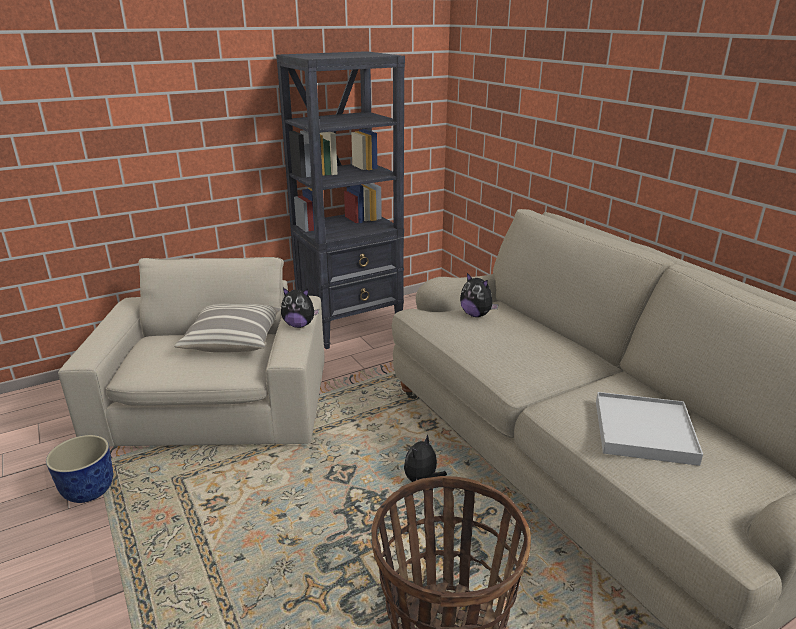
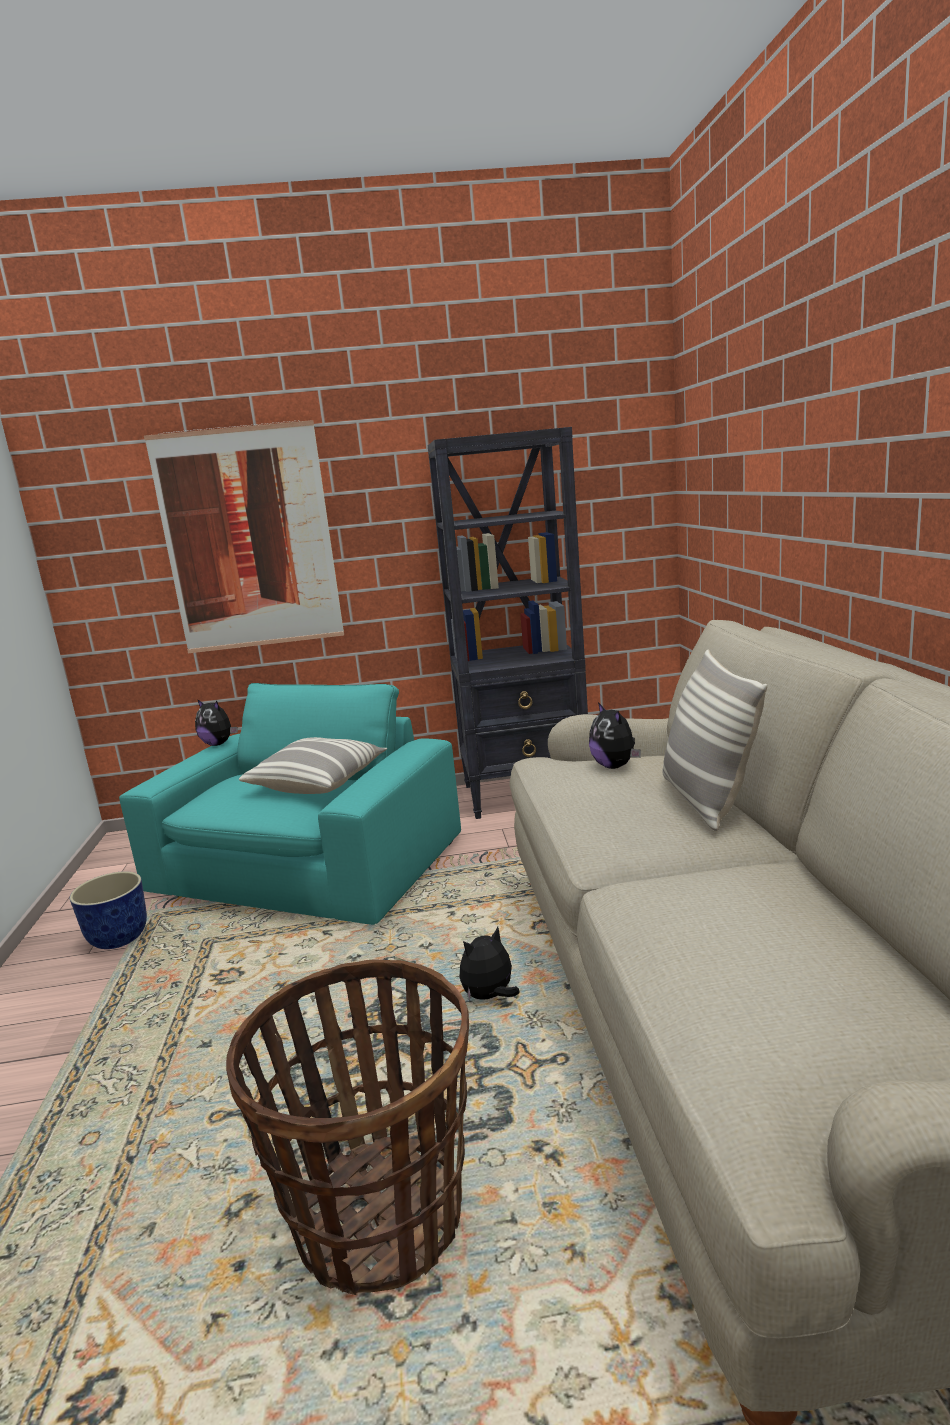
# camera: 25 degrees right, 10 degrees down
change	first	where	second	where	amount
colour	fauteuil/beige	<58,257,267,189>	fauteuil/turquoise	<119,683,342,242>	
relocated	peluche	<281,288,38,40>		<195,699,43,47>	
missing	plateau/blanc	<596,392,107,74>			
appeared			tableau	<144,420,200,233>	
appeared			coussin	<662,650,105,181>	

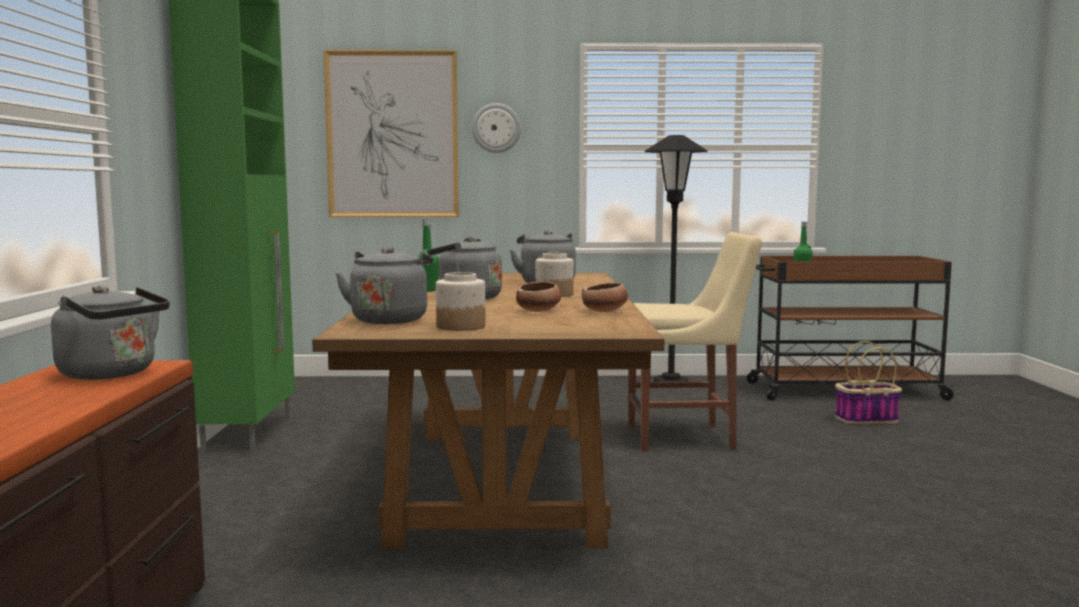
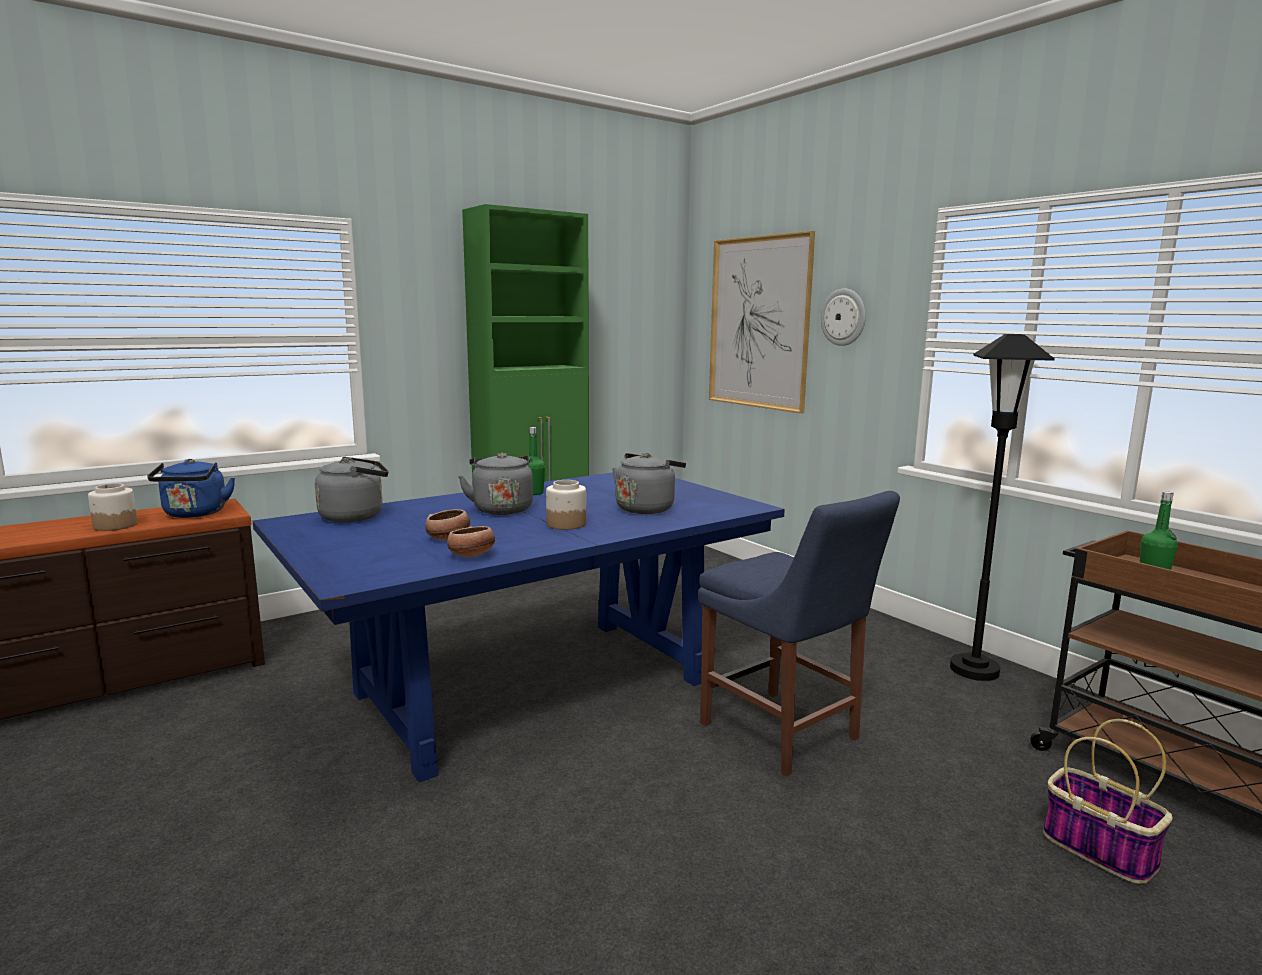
# camera: 55 degrees right, 5 degrees up
change	first	where	second	where	amount
colour	chaise/beige	<628,232,134,219>	chaise/bleu	<698,491,202,285>	
relocated	bocal	<436,272,50,59>		<88,484,49,47>	
colour	table à manger/marron	<312,273,352,276>	table à manger/bleu	<253,473,532,309>	
colour	bouilloire/gris	<51,286,119,94>	bouilloire/bleu	<147,459,88,59>	

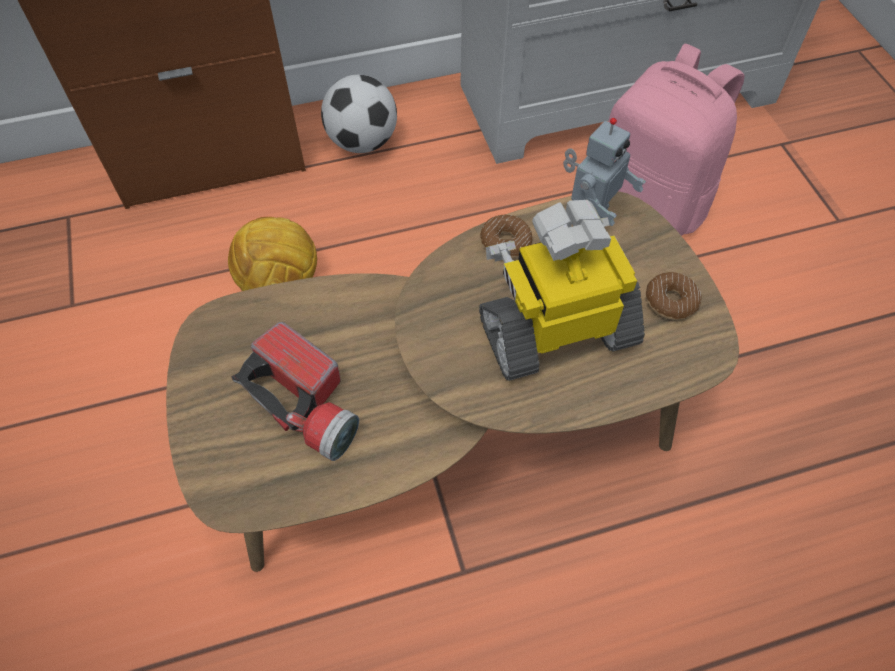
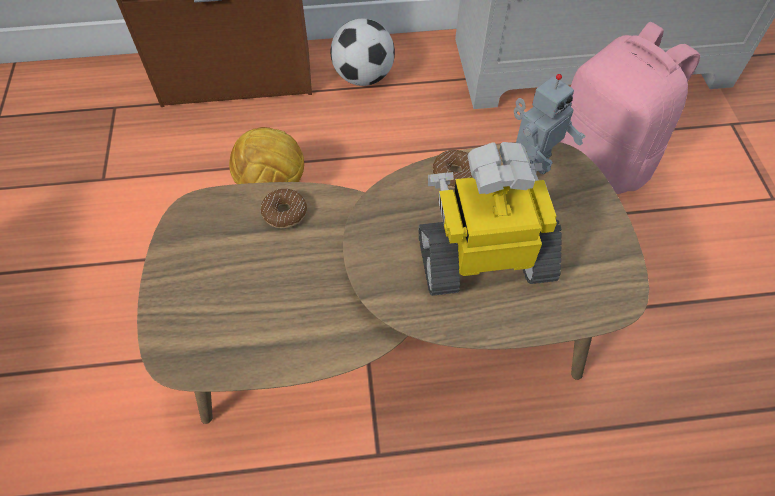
# camera: 10 degrees right, 0 degrees up
change	first	where	second	where	amount
relocated	beignet	<646,272,56,48>		<261,189,46,39>	
missing	lampe de poche	<231,322,128,139>			

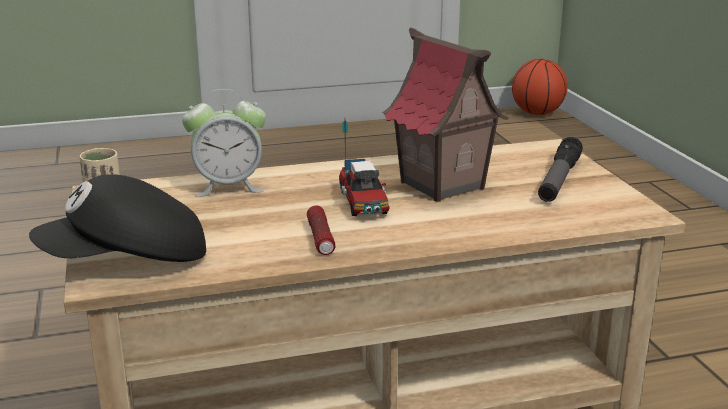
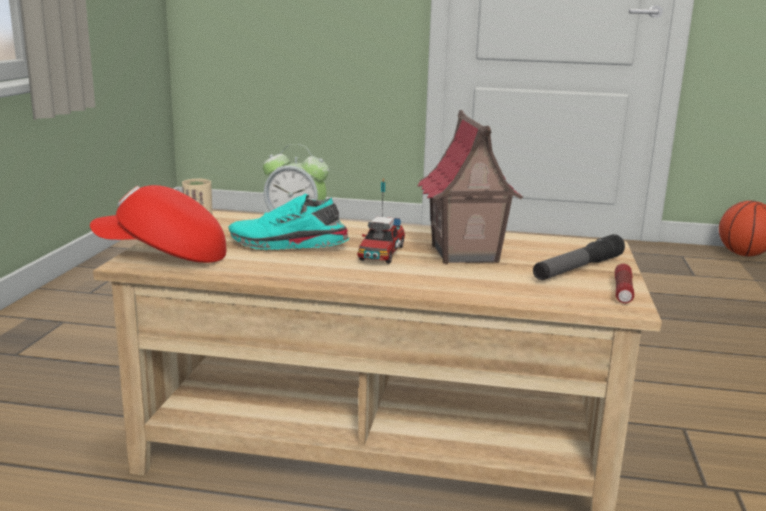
# camera: 25 degrees right, 5 degrees down
change	first	where	second	where	amount
colour	casquette/noir	<29,174,177,88>	casquette/rouge	<90,185,136,78>	
relocated	lampe de poche	<307,205,29,50>		<615,264,19,39>	
appeared			chaussure/turquoise	<228,193,121,57>	

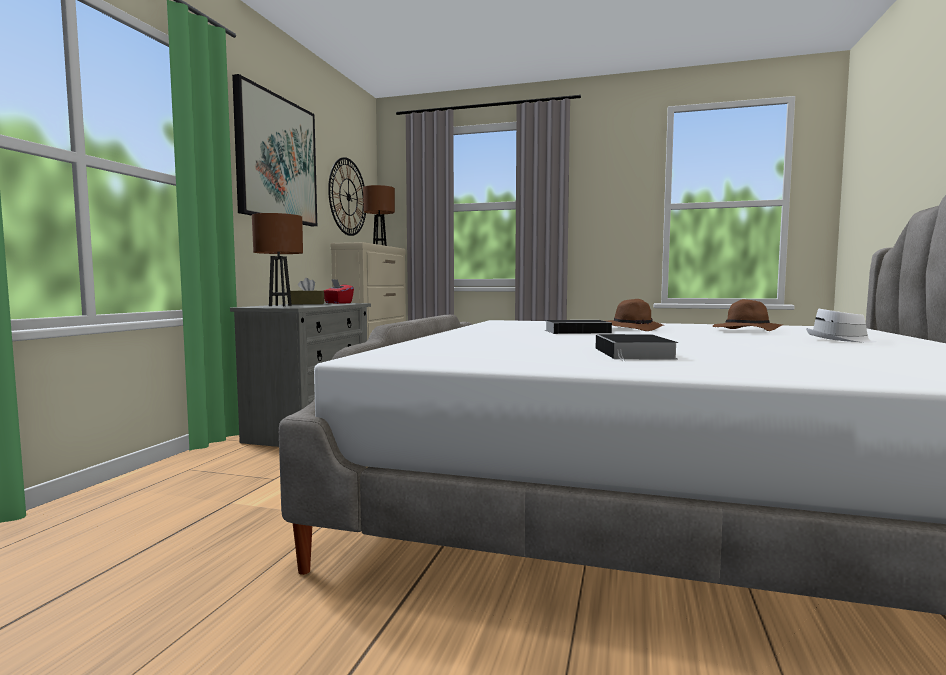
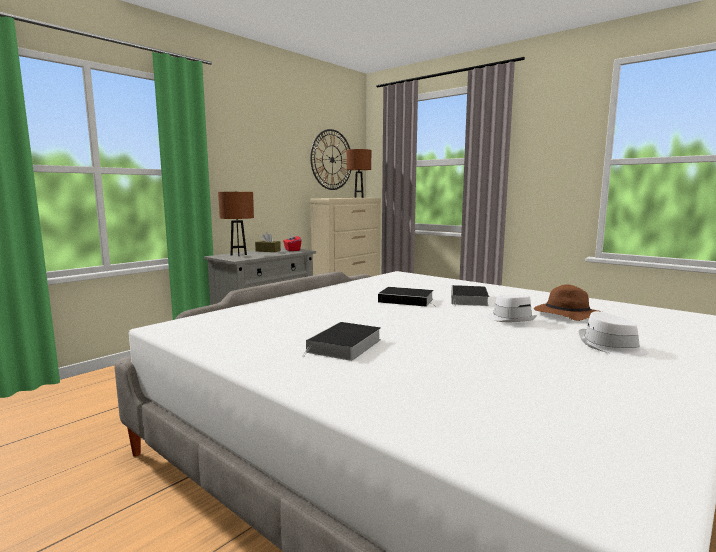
# camera: 25 degrees right, 5 degrees up
change	first	where	second	where	amount
missing	tableau	<232,74,85,152>			
exchanged	chapeau/marron	<607,299,58,32>	livre	<451,285,38,22>	
appeared			chapeau/blanc	<487,295,50,27>	

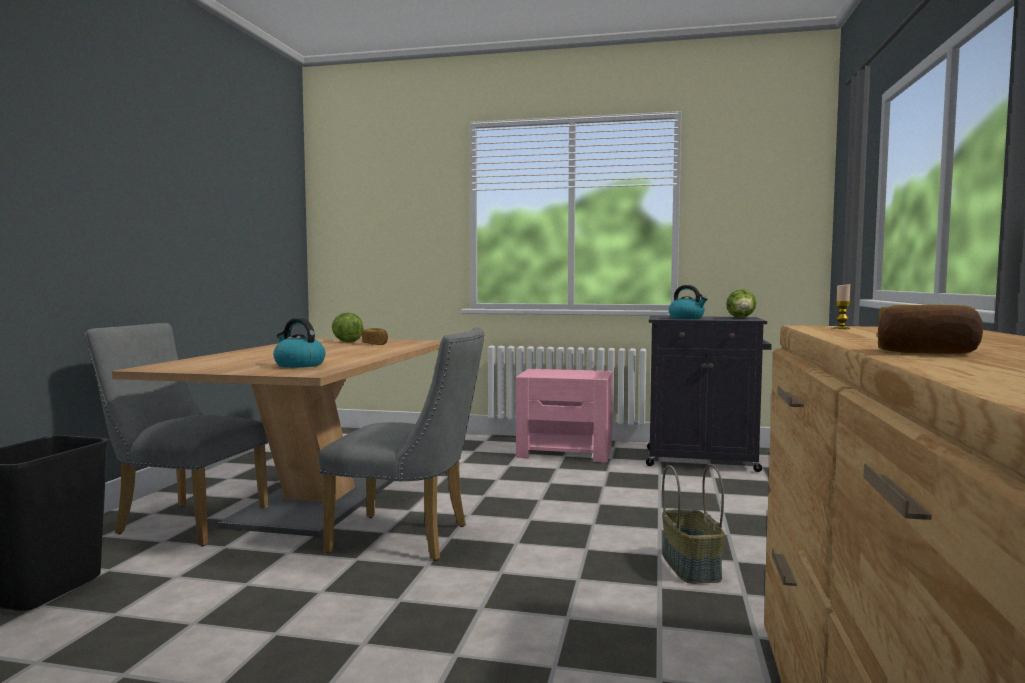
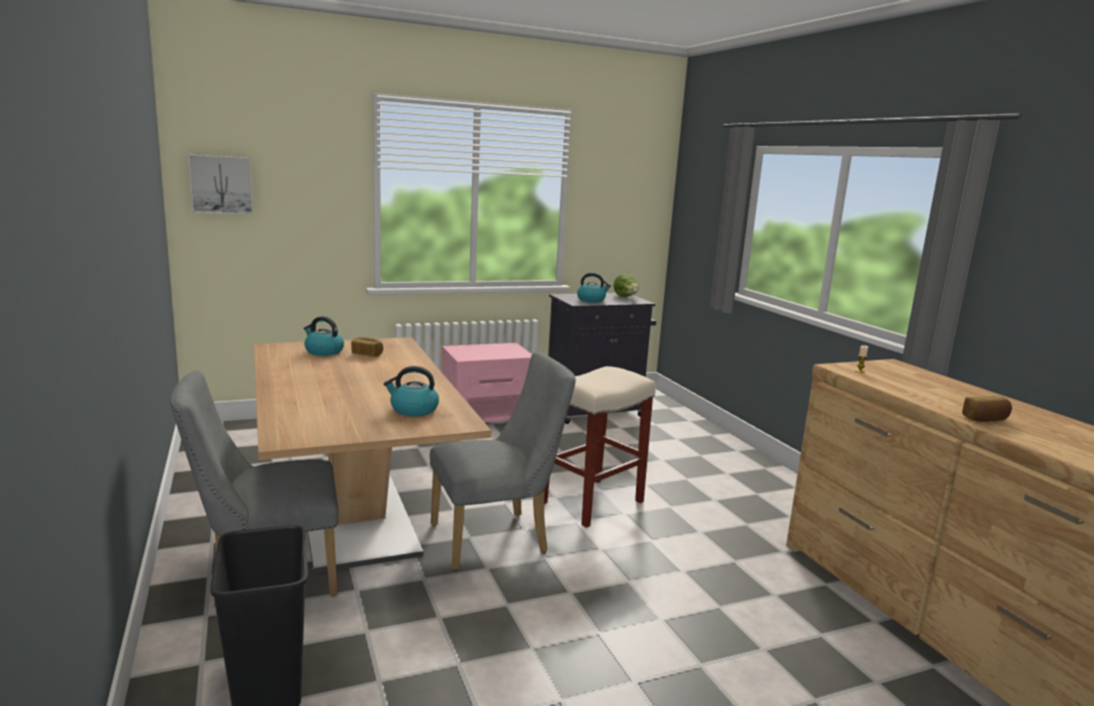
# camera: 35 degrees left, 10 degrees up
change	first	where	second	where	amount
exchanged	laitue	<332,312,31,31>	bouilloire	<304,316,40,40>	
missing	panier	<662,464,63,120>			
appeared			tableau	<188,155,65,59>	
appeared			tabouret/beige	<544,366,112,162>	

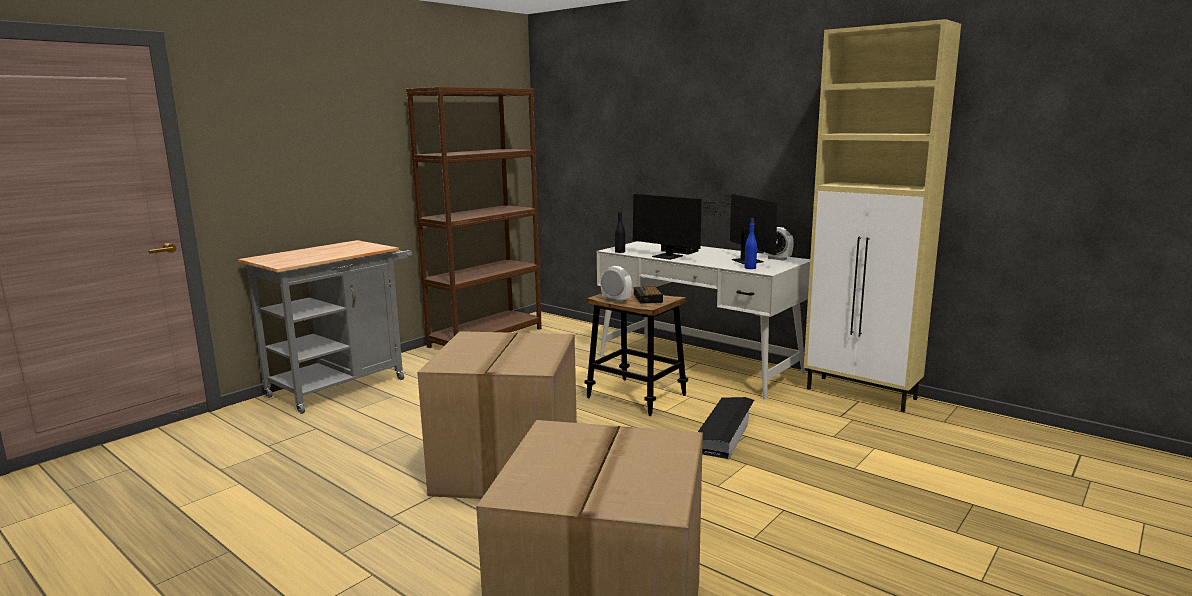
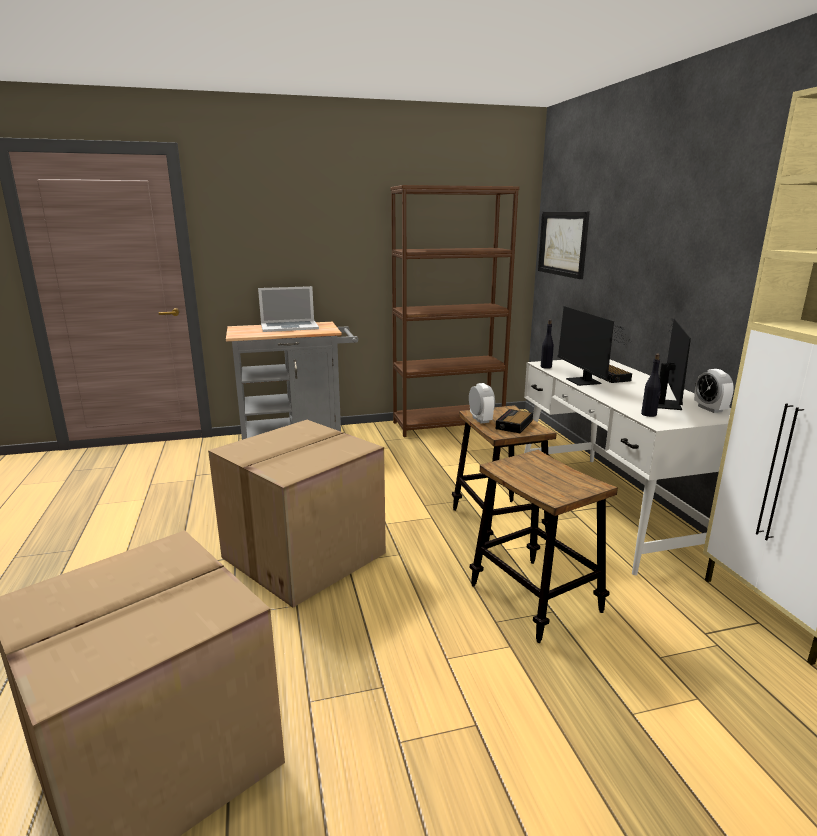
# camera: 35 degrees right, 5 degrees up
change	first	where	second	where	amount
colour	bouteille/bleu	<745,218,12,51>	bouteille/noir	<641,353,20,64>	
exchanged	boîte de rangement/noir	<698,397,56,62>	tabouret	<469,450,149,193>	
appeared			tableau	<538,211,52,68>	
appeared			ordinateur portable	<258,286,61,46>	

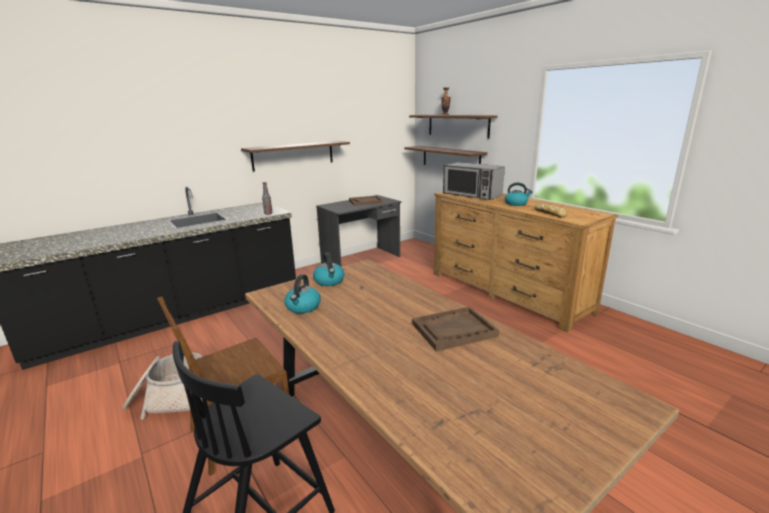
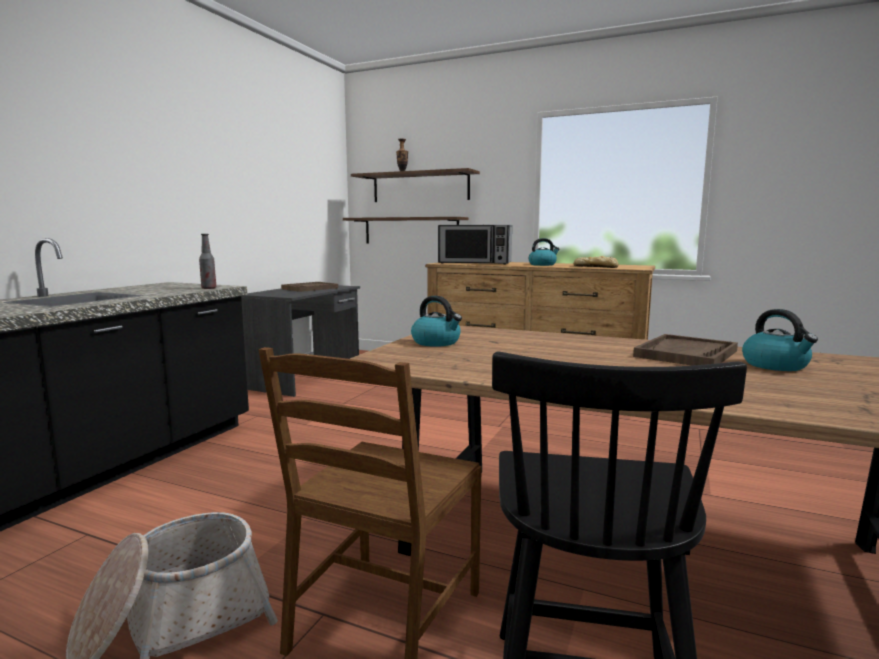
# camera: 30 degrees left, 10 degrees down
change	first	where	second	where	amount
missing	étagère	<241,141,109,30>			
relocated	bouilloire	<284,274,37,40>		<742,309,76,62>	

